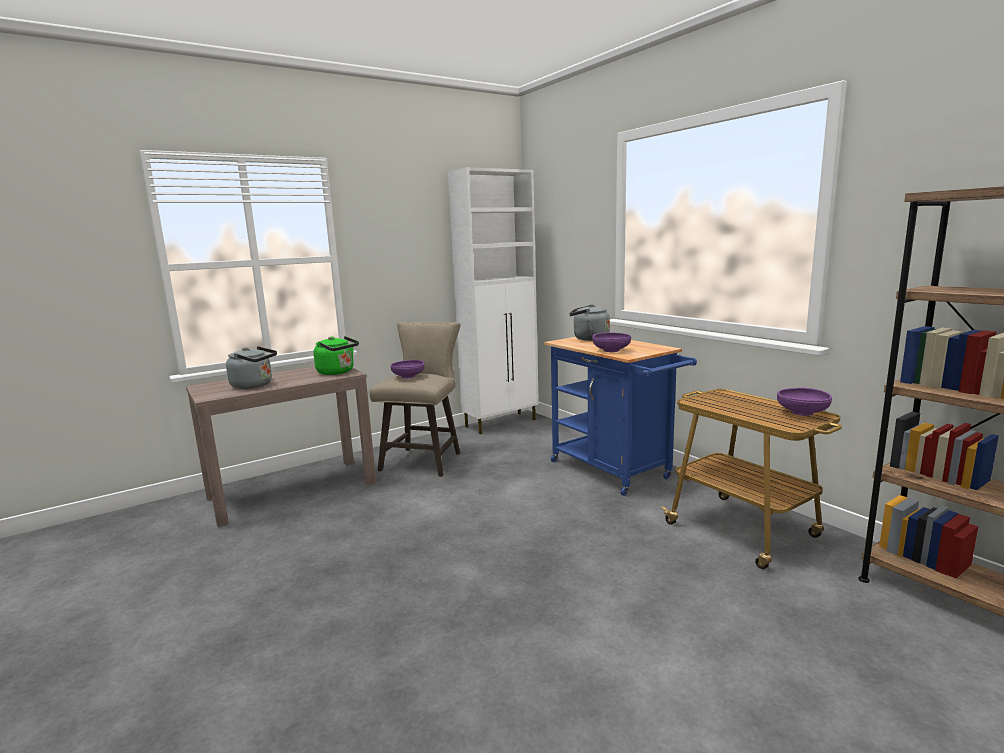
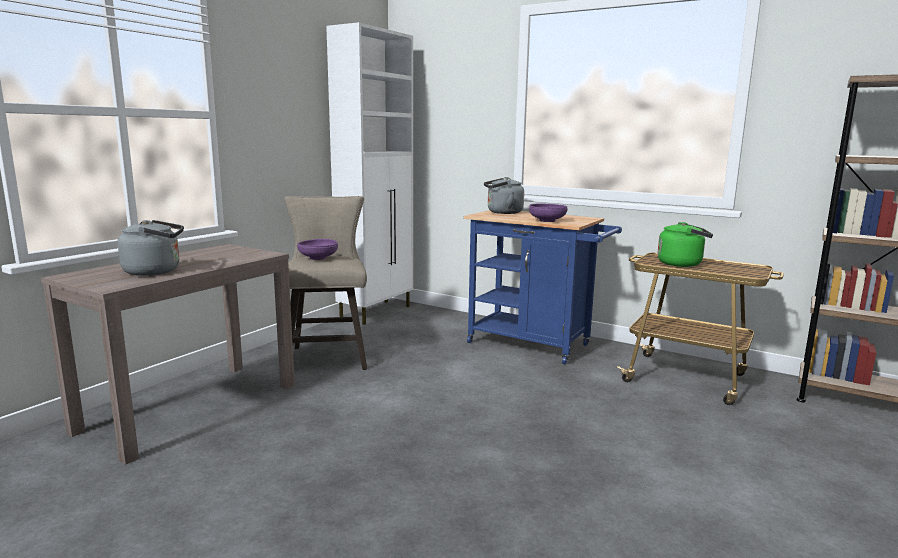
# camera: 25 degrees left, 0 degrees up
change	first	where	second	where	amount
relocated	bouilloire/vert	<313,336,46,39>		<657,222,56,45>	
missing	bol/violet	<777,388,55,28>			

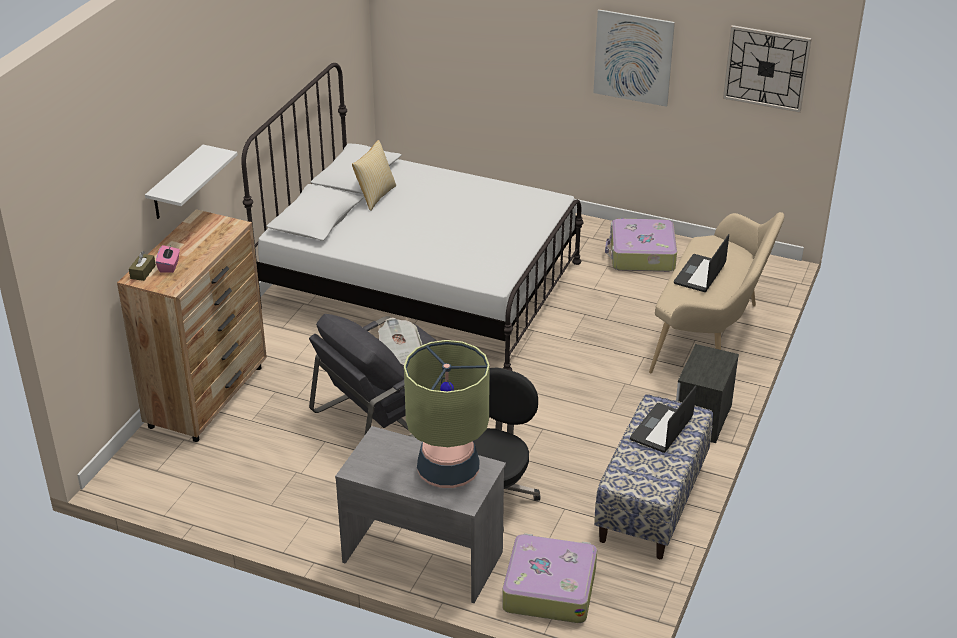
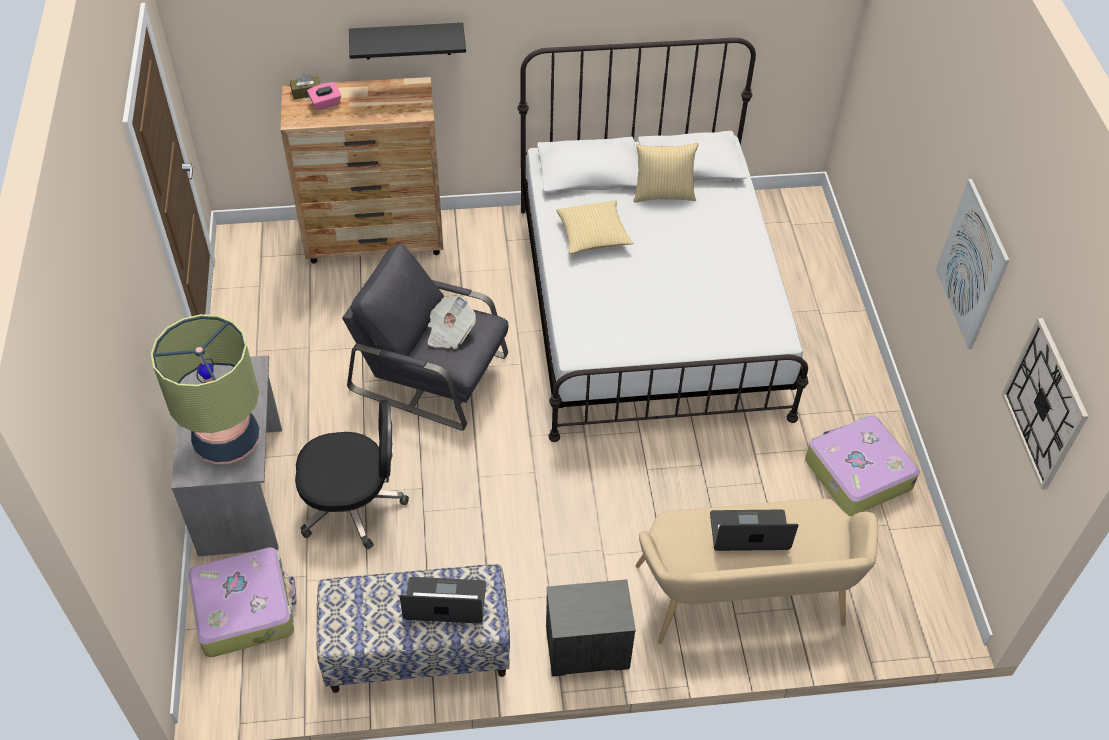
# camera: 60 degrees right, 15 degrees up
change	first	where	second	where	amount
colour	étagère/blanc	<145,145,93,74>	étagère/noir	<349,23,117,36>	
appeared			coussin	<556,200,77,54>	

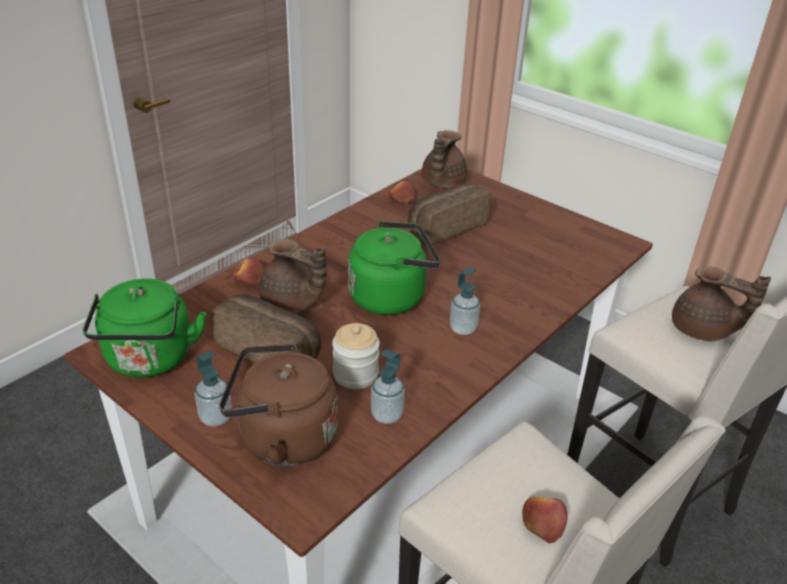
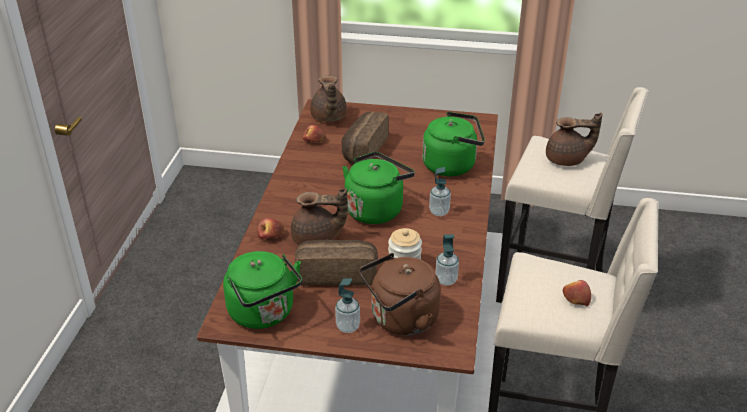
# camera: 30 degrees left, 0 degrees up
change	first	where	second	where	amount
appeared			bouilloire/vert	<422,112,63,64>	

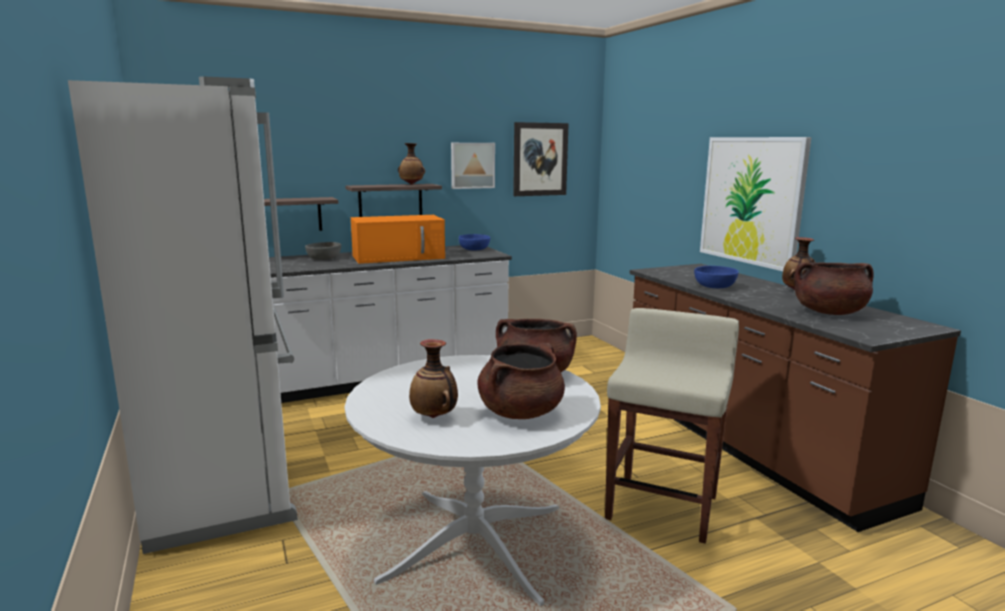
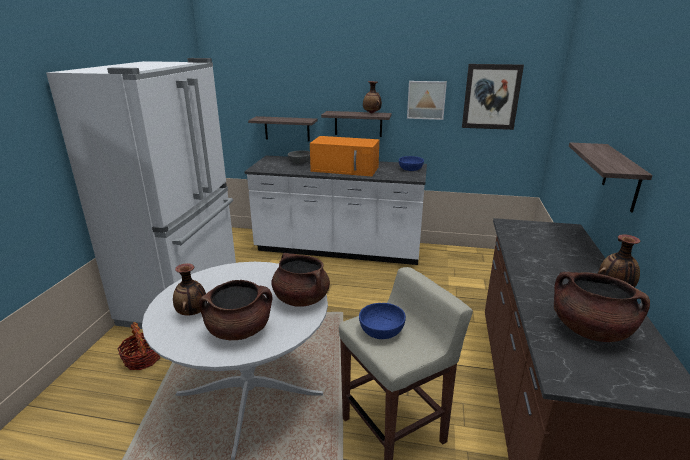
# camera: 35 degrees right, 10 degrees up
change	first	where	second	where	amount
exchanged	tableau	<700,137,112,134>	étagère	<569,142,84,71>	
relocated	bol/bleu	<694,266,45,22>		<359,303,47,36>	
appeared			panier	<117,322,43,48>	

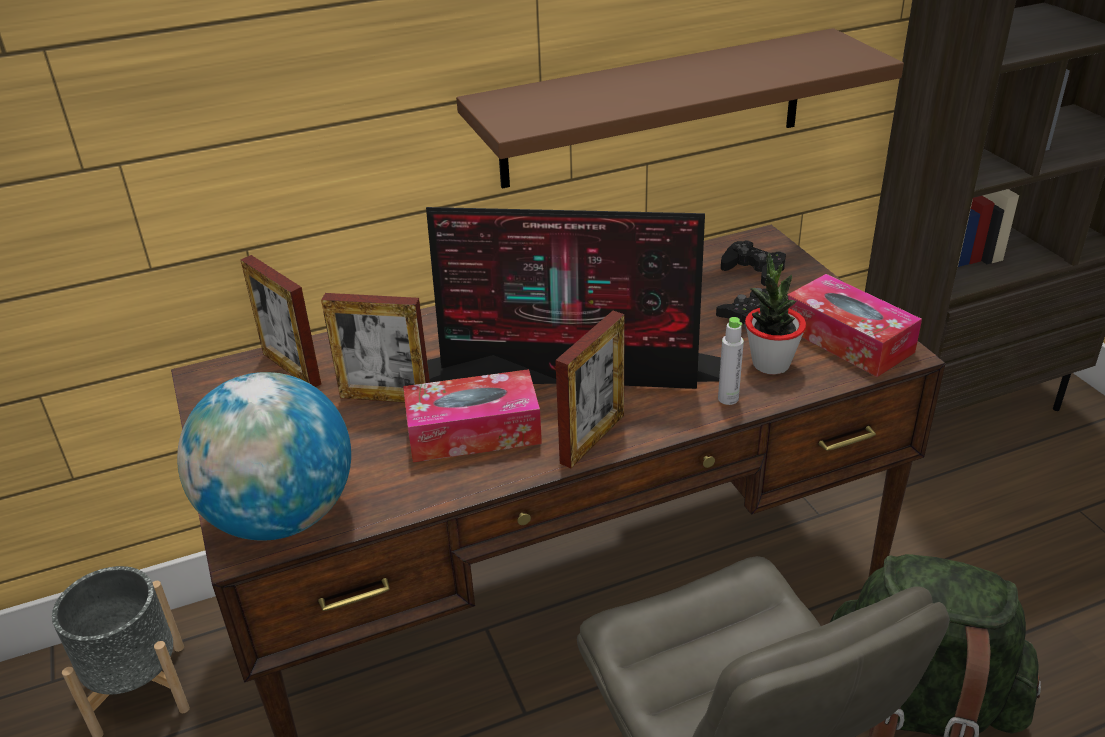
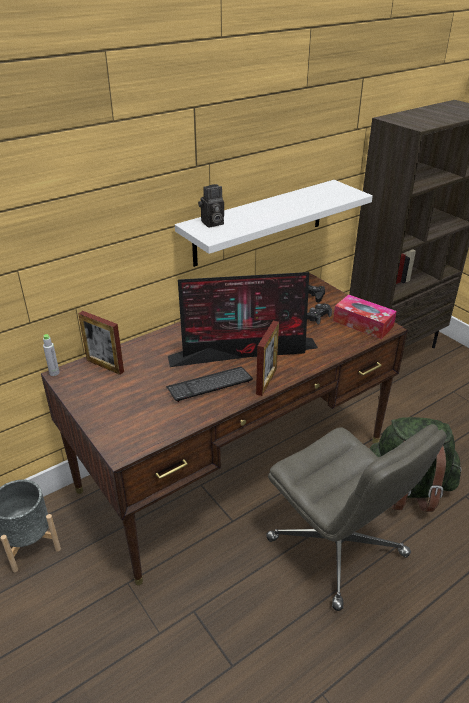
# camera: 15 degrees left, 0 degrees up
change	first	where	second	where	amount
colour	étagère/marron	<456,28,448,161>	étagère/blanc	<175,180,198,87>	
missing	plante en pot	<745,253,61,122>			
missing	cadre photo	<321,293,109,110>			
relocated	bouteille/gris	<718,317,26,88>		<43,334,17,42>	
exchanged	boîte à mouchoirs	<403,369,139,93>	clavier	<166,366,87,36>	
missing	globe	<177,372,174,169>			
appeared			appareil photo	<198,184,26,43>	

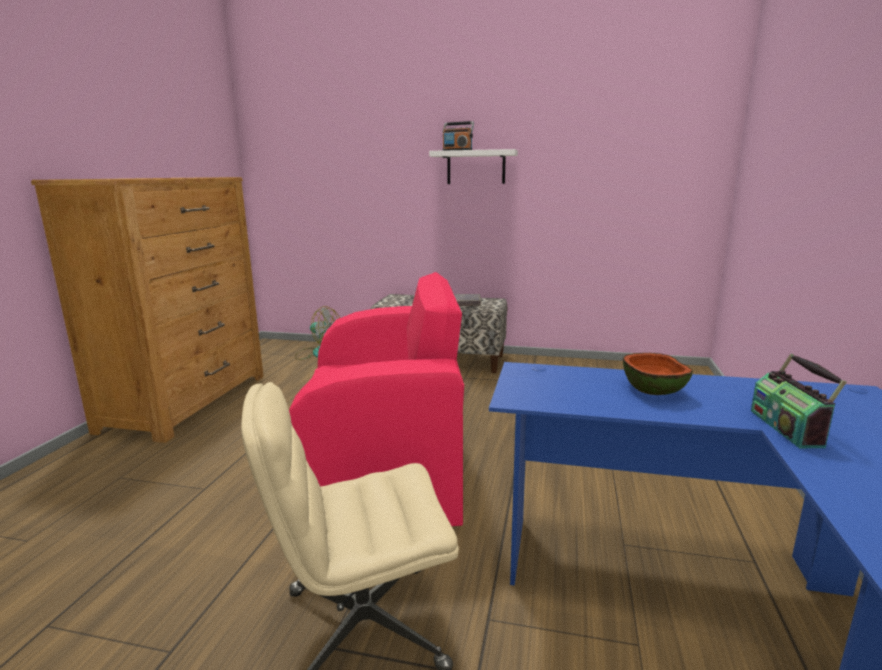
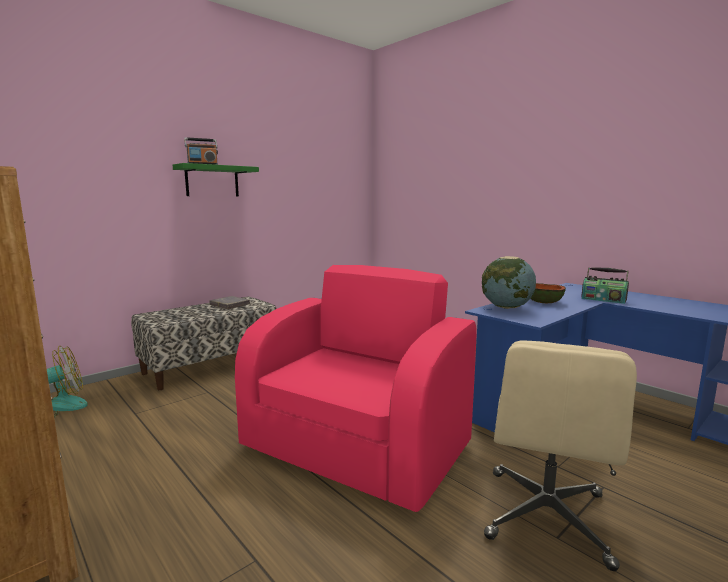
# camera: 55 degrees left, 5 degrees down
change	first	where	second	where	amount
colour	étagère/blanc	<429,149,89,35>	étagère/vert	<173,163,86,33>	
appeared			globe	<482,256,54,53>	

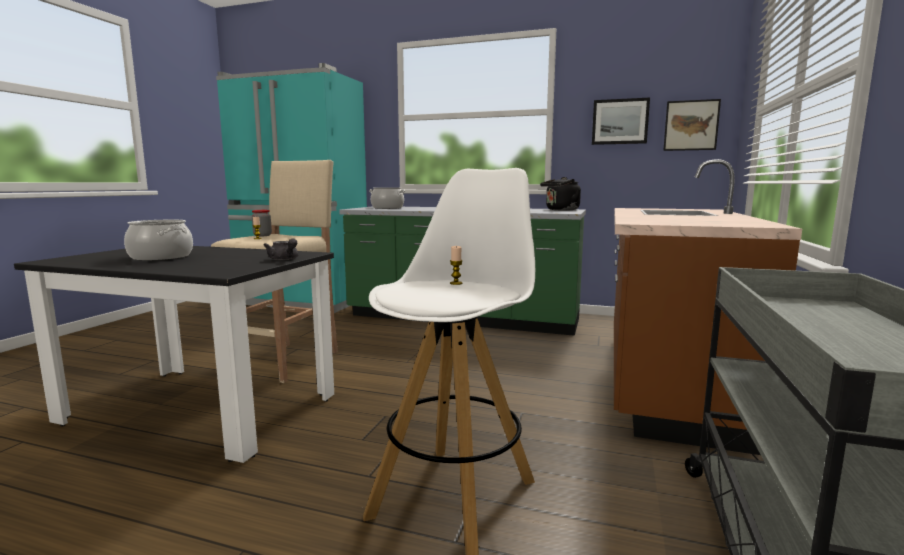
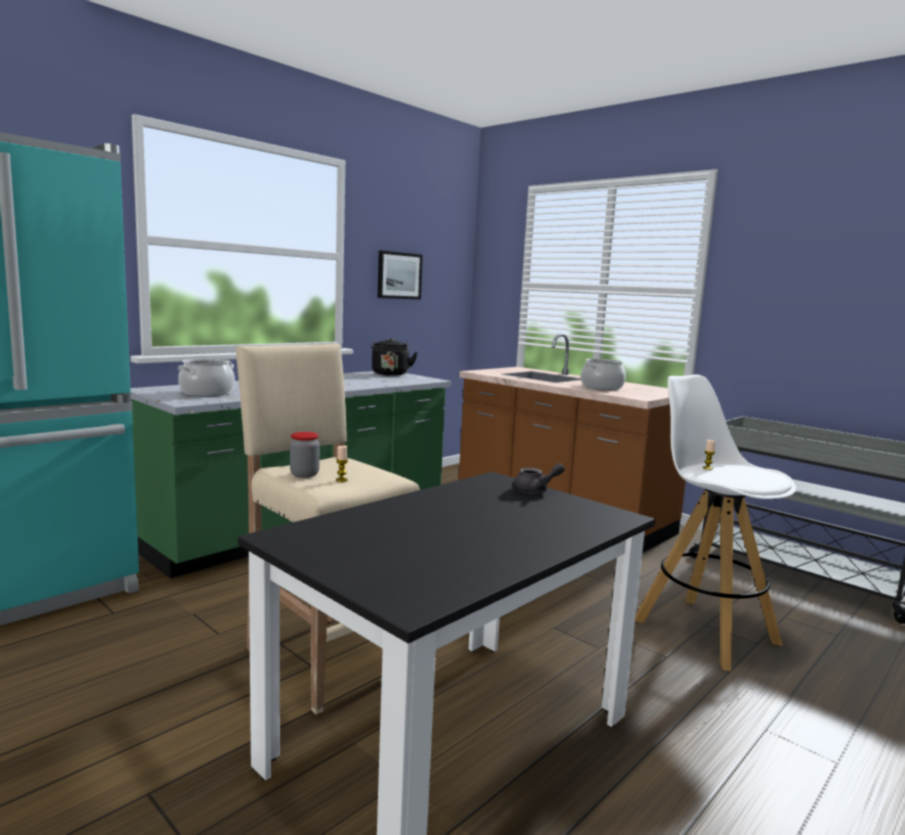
# camera: 65 degrees left, 0 degrees up
change	first	where	second	where	amount
missing	tableau	<663,99,58,52>			
relocated	marmite	<124,220,69,41>		<581,359,45,31>	

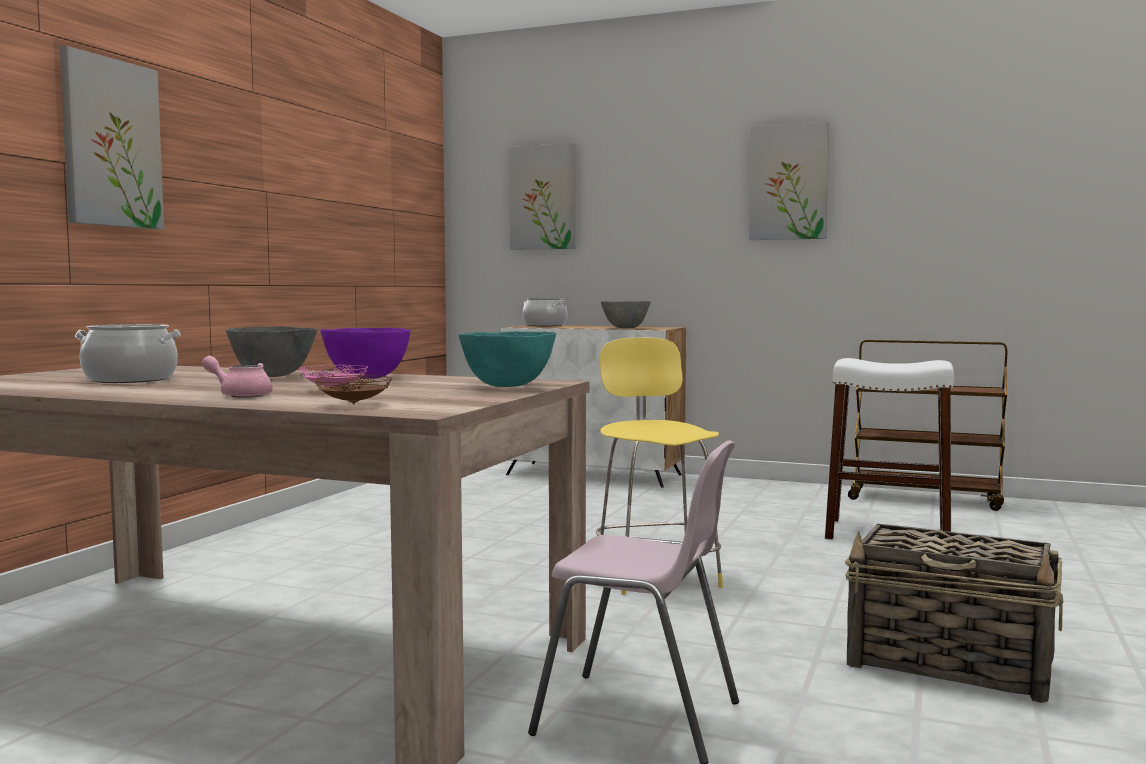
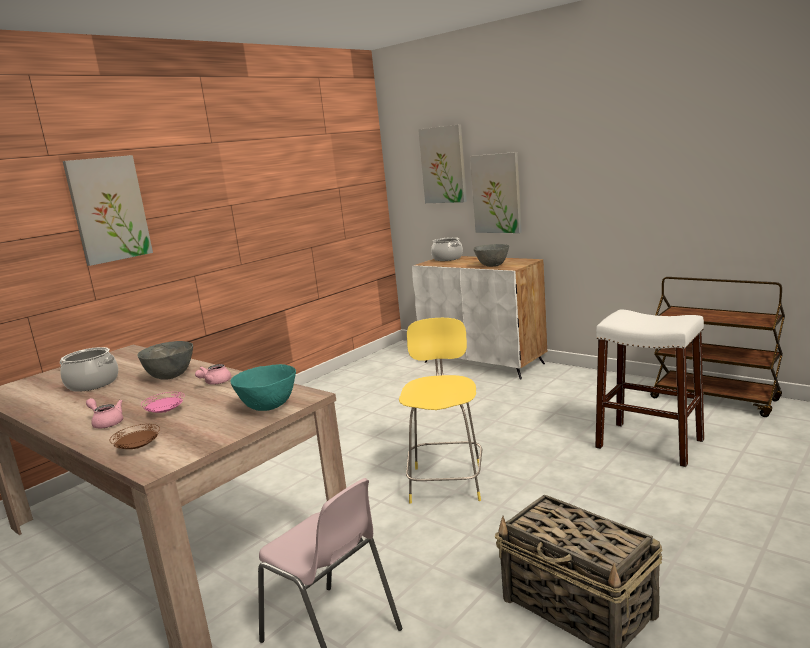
# camera: 20 degrees right, 10 degrees up
change	first	where	second	where	amount
relocated	tableau	<749,121,80,119>		<470,152,52,81>	
exchanged	bol/violet	<320,328,91,51>	théière/rose	<195,364,36,21>	

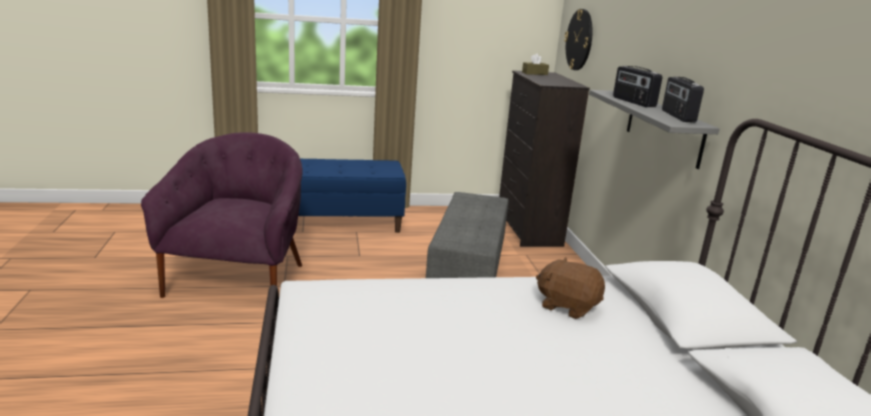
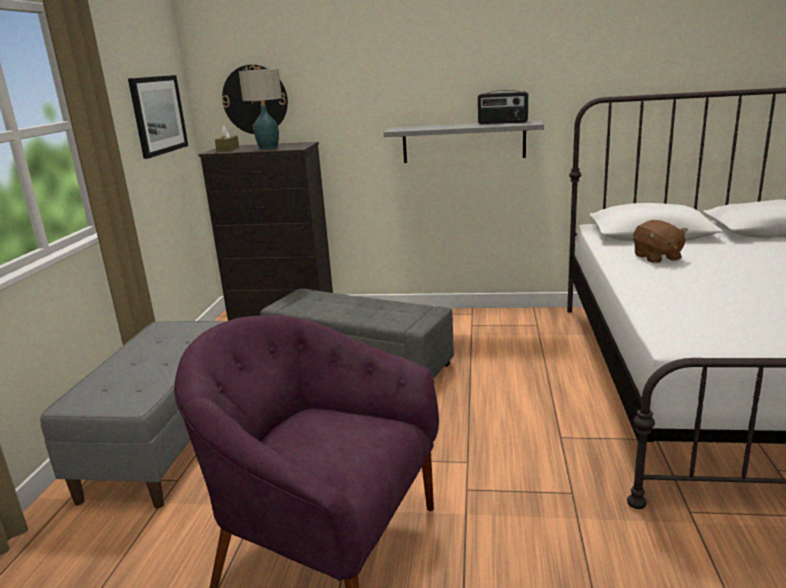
# camera: 70 degrees left, 0 degrees up
change	first	where	second	where	amount
missing	radio	<613,66,49,41>			
colour	banc/bleu	<298,159,108,74>	banc/gris	<40,321,186,187>	
spun	peluche/marron	<536,257,69,62>		<633,220,55,43>	60 degrees counterclockwise
appeared			lampe de table	<239,67,43,82>	
appeared			tableau	<128,75,60,84>	

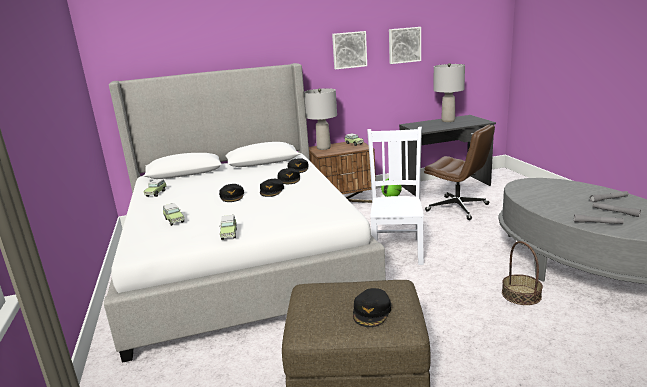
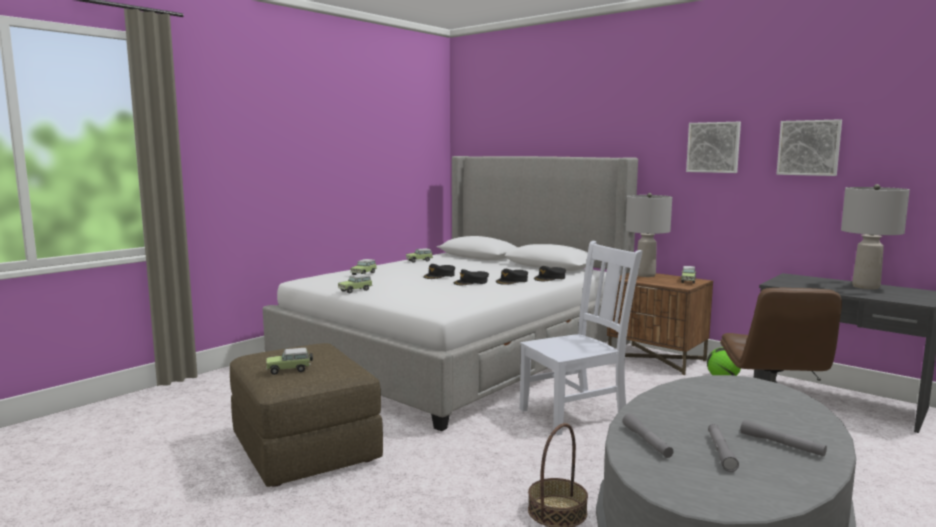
# camera: 55 degrees right, 10 degrees down
change	first	where	second	where	amount
exchanged	casquette/noir	<353,288,38,39>	petite voiture	<266,348,47,27>	

